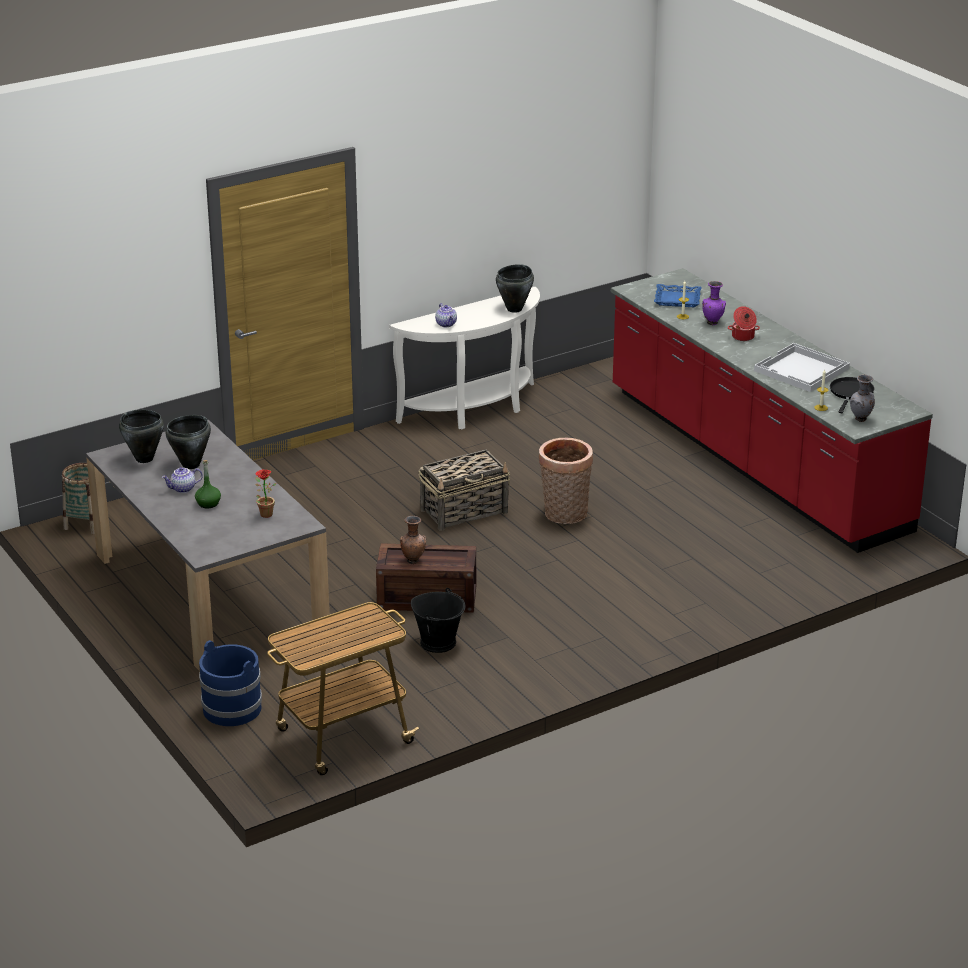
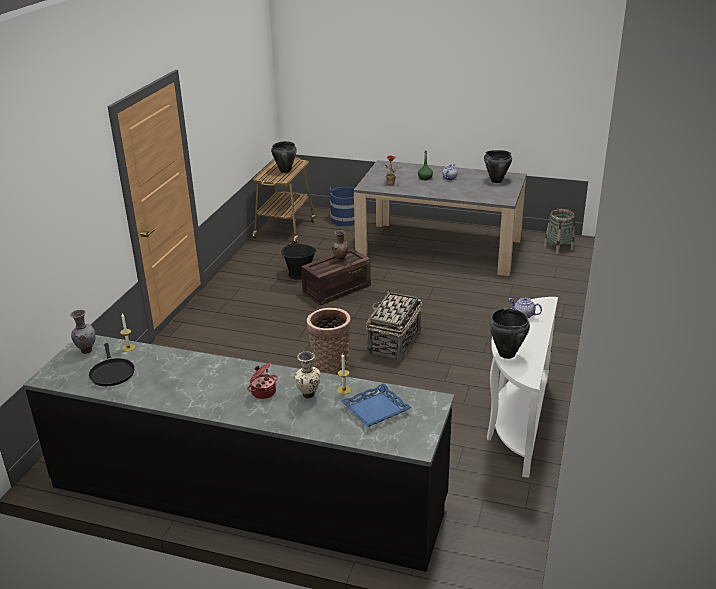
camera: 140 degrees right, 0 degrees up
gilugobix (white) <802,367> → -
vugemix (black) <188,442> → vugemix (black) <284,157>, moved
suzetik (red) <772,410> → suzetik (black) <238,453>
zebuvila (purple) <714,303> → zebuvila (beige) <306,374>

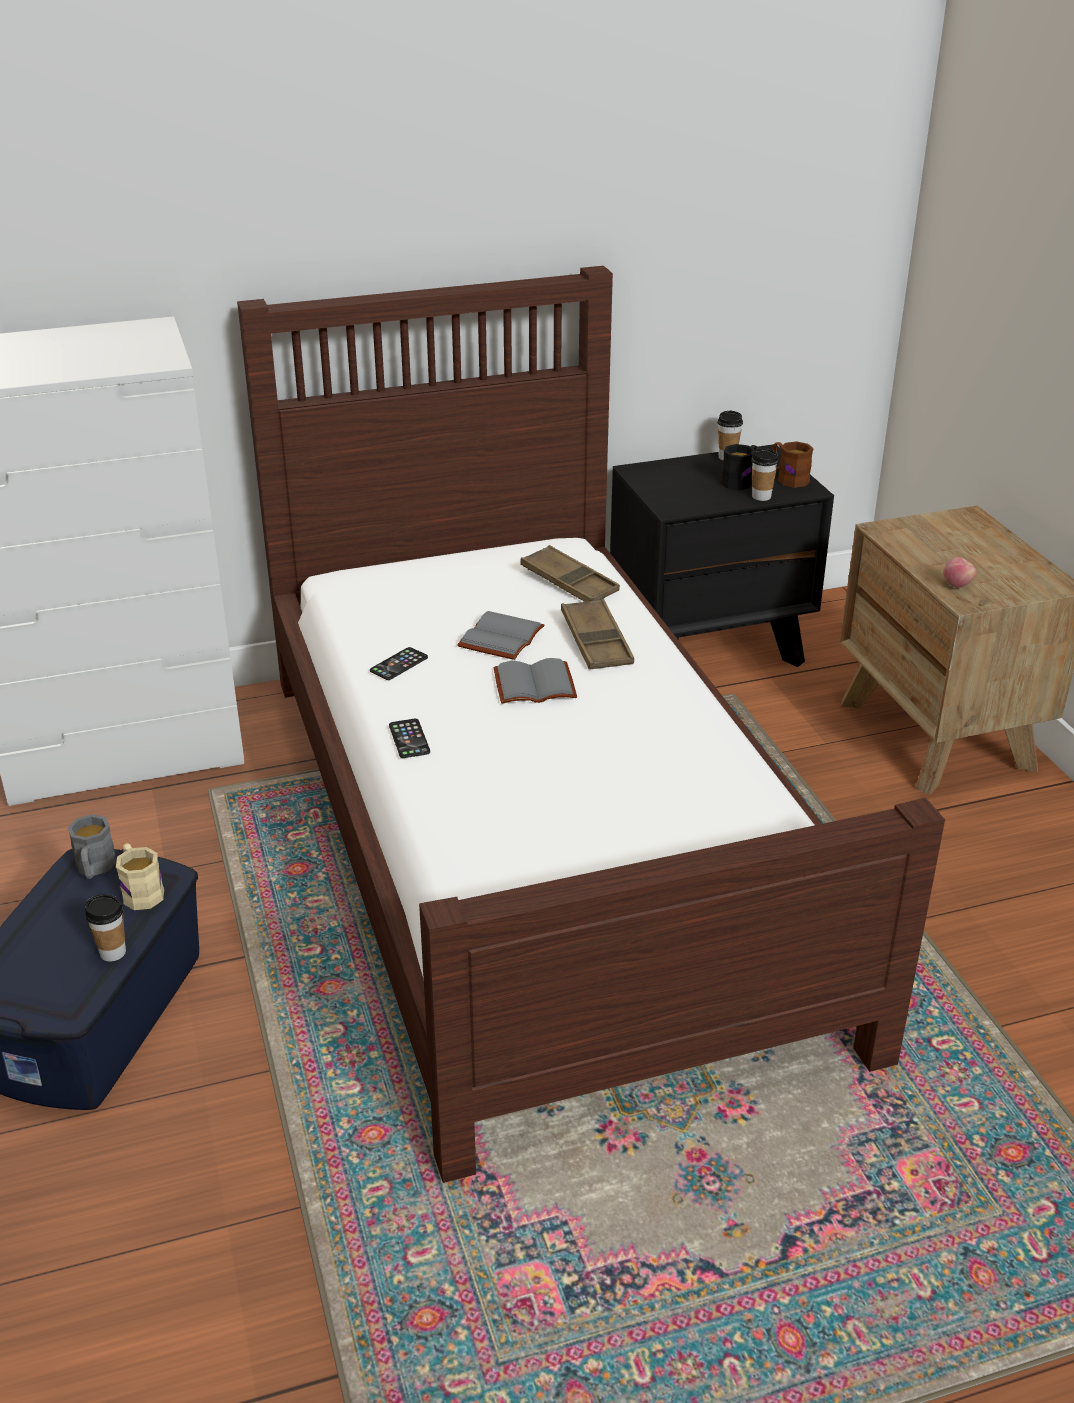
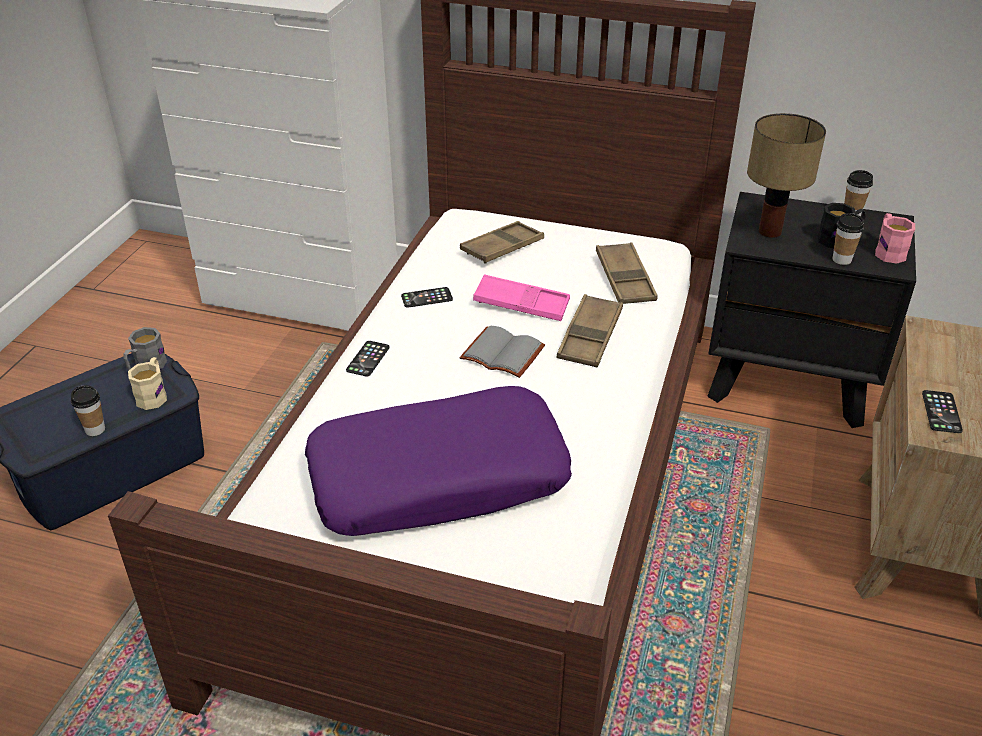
camera: 35 degrees right, 5 degrees up
- → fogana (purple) <438,461>
- → gilugobix (brown) <502,242>
- → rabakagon <786,175>
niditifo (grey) <501,635> → gilugobix (pink) <521,297>
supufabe <959,572> → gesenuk <942,411>
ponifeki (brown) <793,464> → ponifeki (pink) <895,238>

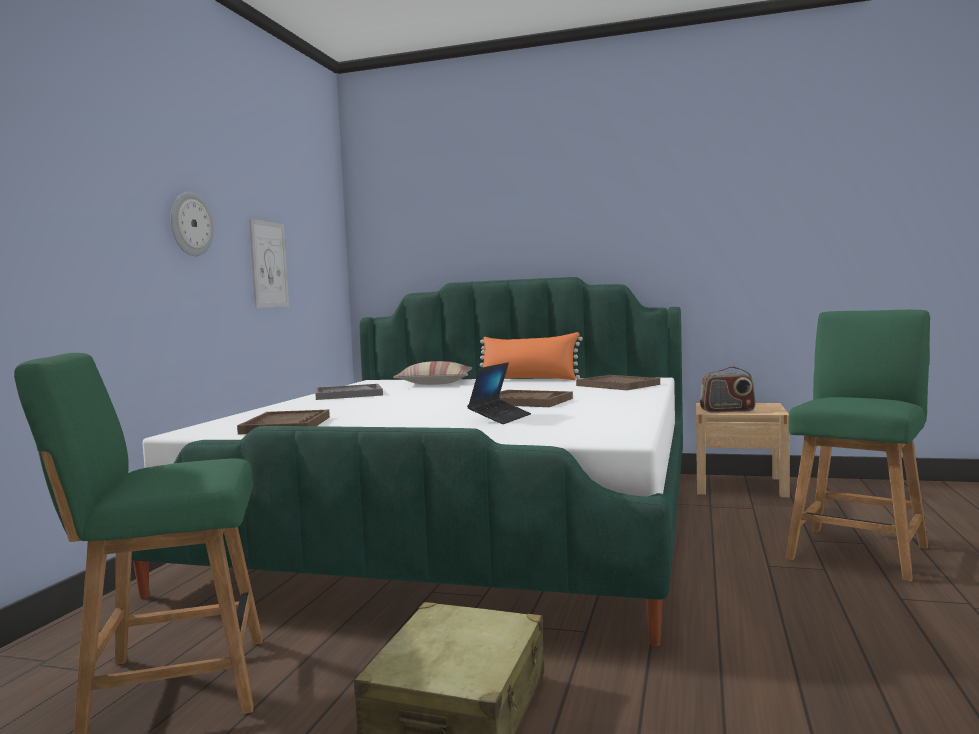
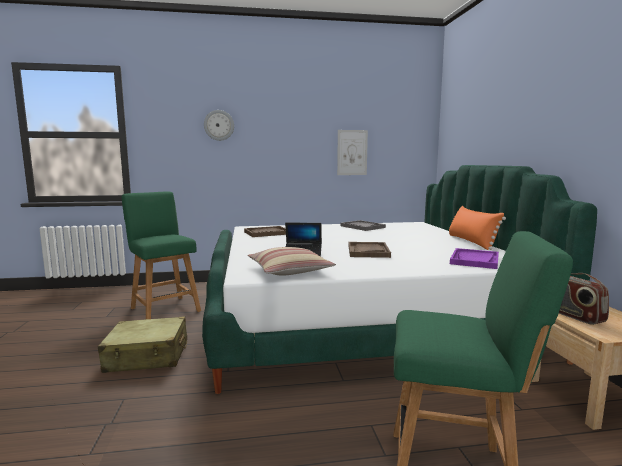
camera: 65 degrees right, 5 degrees up
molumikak <192,224> → molumikak <219,125>, moved
fogana <432,373> → fogana <292,261>, moved
gilugobix (brown) <618,382> → gilugobix (purple) <474,258>

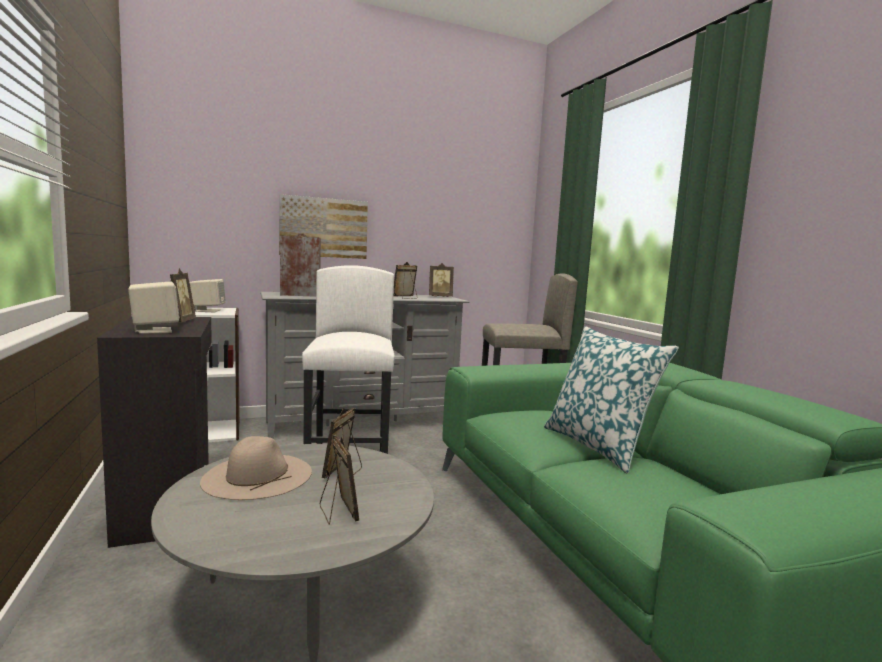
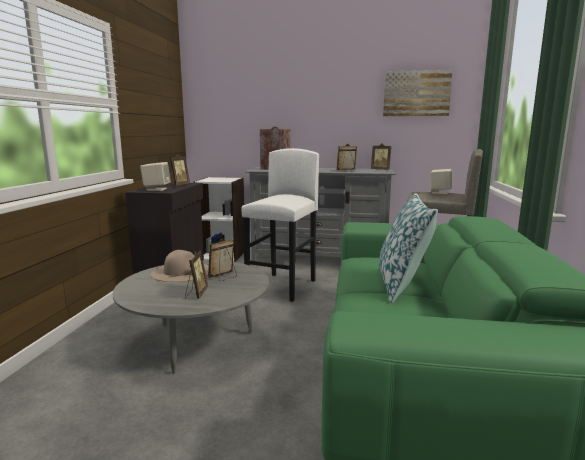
camera: 30 degrees right, 5 degrees up
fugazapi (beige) <208,295> → fugazapi (beige) <441,181>, moved
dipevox <323,226> → dipevox <418,93>, moved

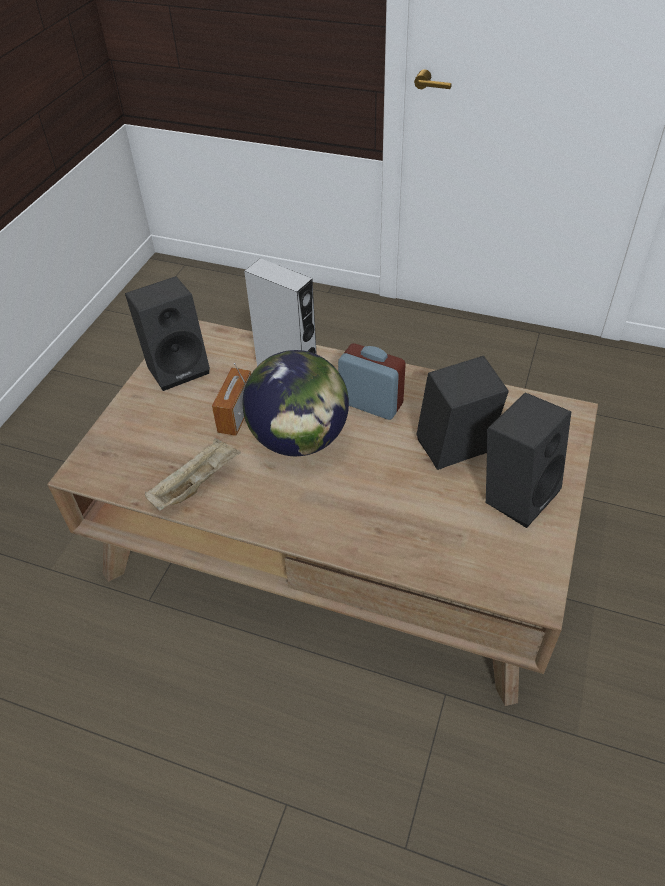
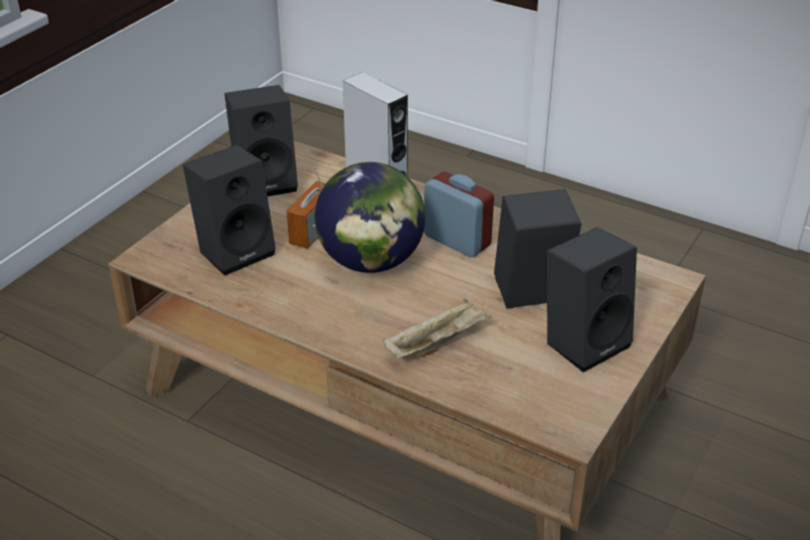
camera: 10 degrees right, 10 degrees down
- → fugazapi (black) <229,210>
gilugobix (beige) <193,474> → gilugobix (beige) <437,328>, moved

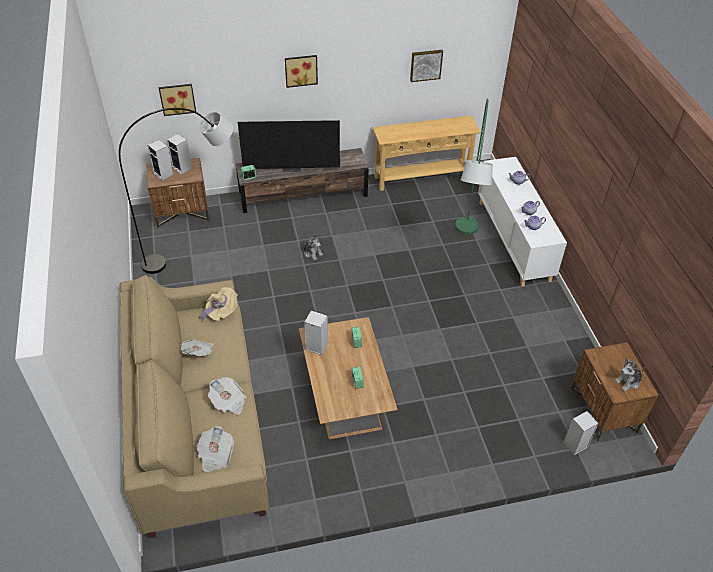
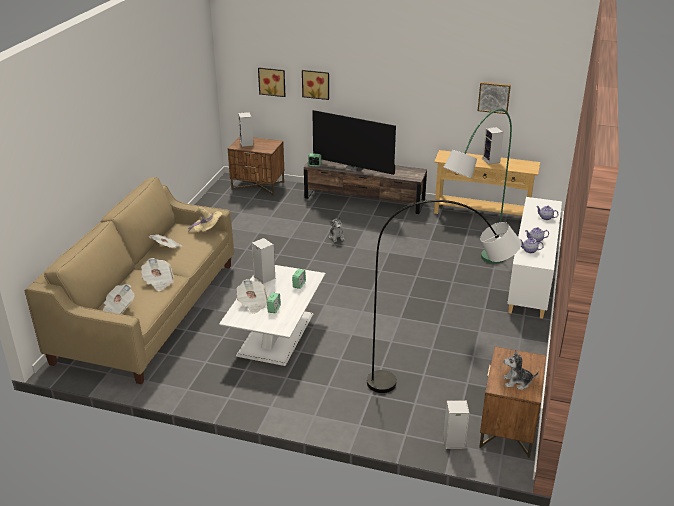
camera: 30 degrees right, 15 degrees down
- → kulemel <252,296>
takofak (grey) <176,191> → takofak (grey) <444,296>, moved
fugazapi <179,154> → fugazapi <493,146>, moved
dipevox <301,71> → dipevox <315,85>, moved
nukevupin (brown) <348,378> → nukevupin (white) <272,315>

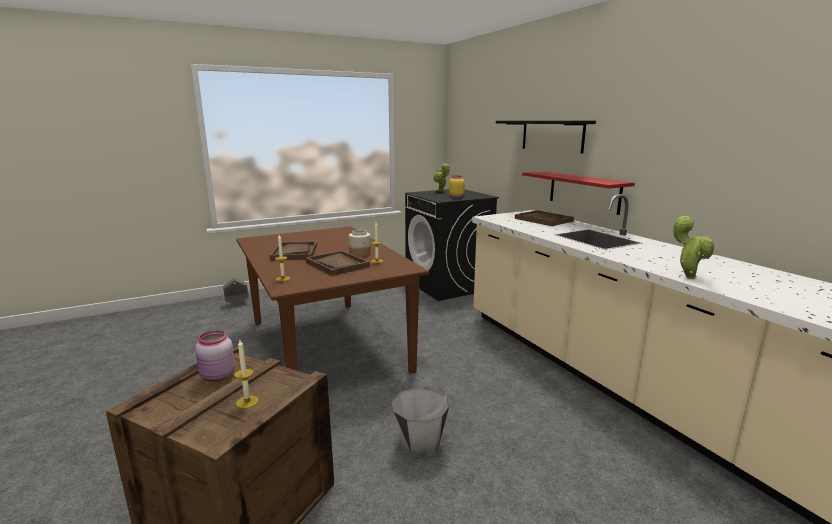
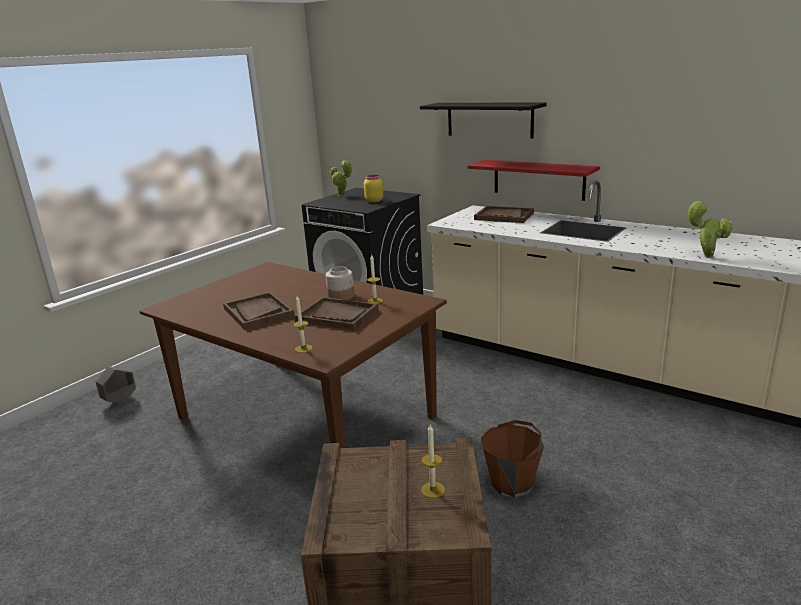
camera: 25 degrees left, 5 degrees up
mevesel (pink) <215,356> → -
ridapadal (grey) <420,421> → ridapadal (brown) <512,459>

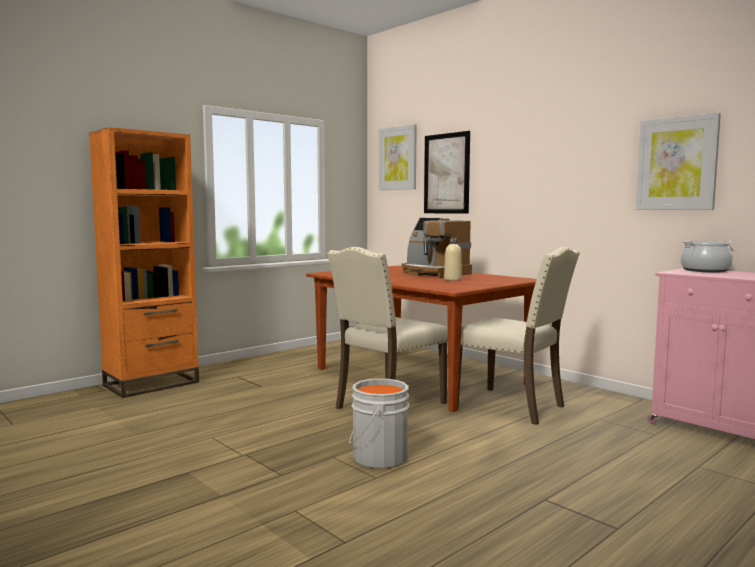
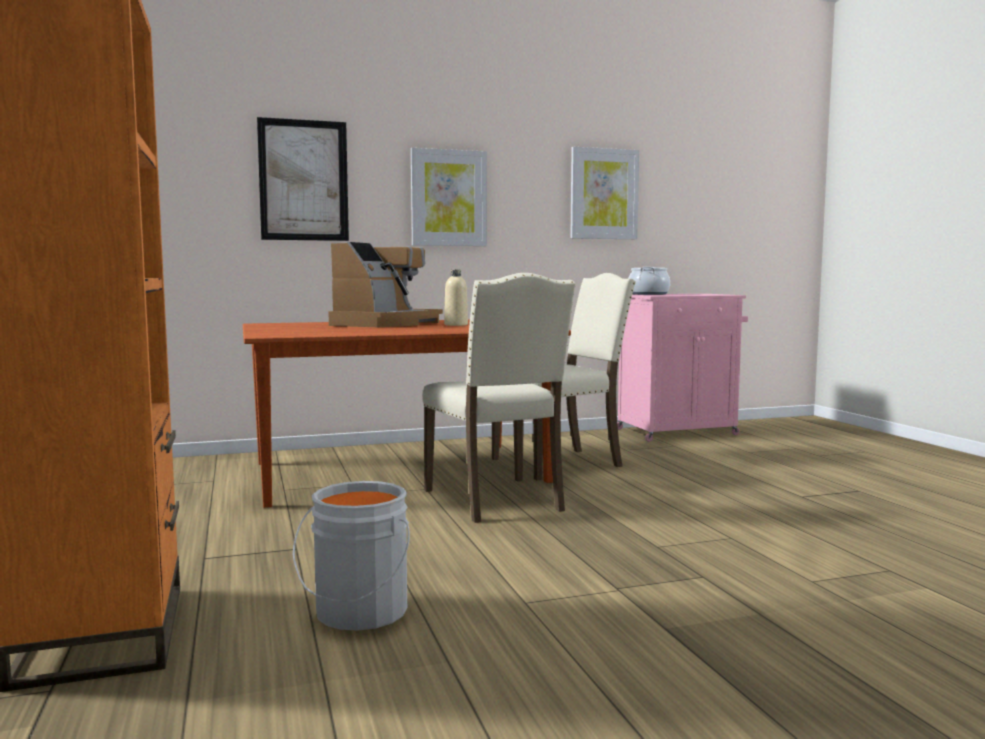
camera: 65 degrees left, 0 degrees up
ridapadal (grey) <379,423> → ridapadal (grey) <351,556>, moved
dipevox <398,157> → dipevox <449,197>, moved
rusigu <437,248> → rusigu <385,284>, 45 degrees counterclockwise

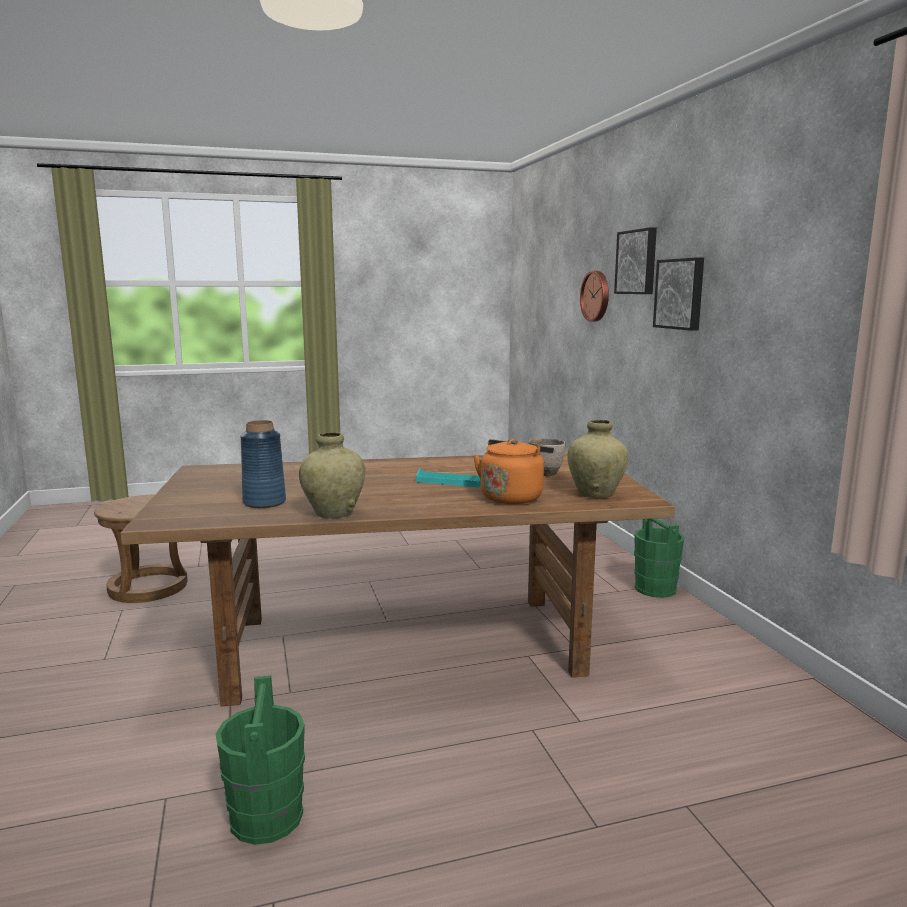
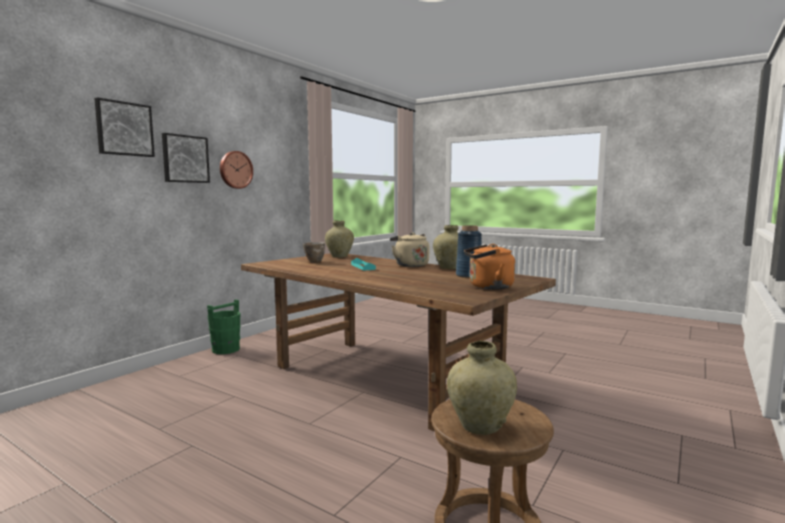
camera: 130 degrees left, 5 degrees down
ridapadal (green) <260,760> → -
- → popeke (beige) <409,249>
- → zebuvila (beige) <482,388>
popeke (orange) <513,471> → popeke (orange) <489,267>, moved
molumikak <594,296> → molumikak <236,170>, moved

